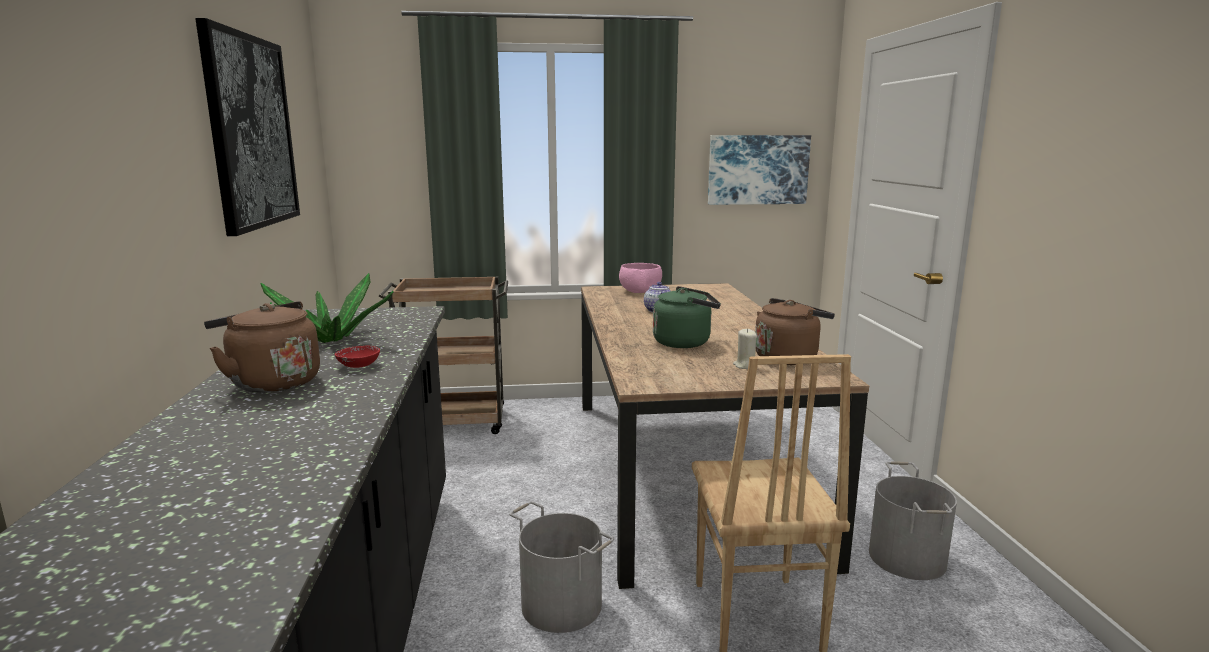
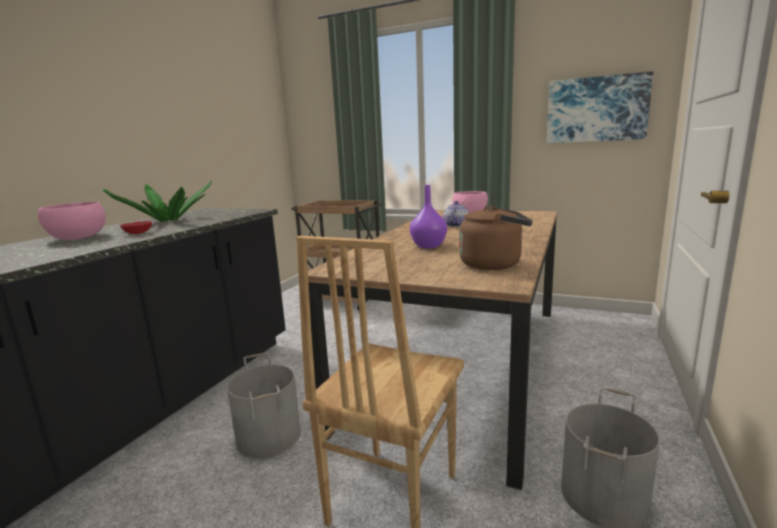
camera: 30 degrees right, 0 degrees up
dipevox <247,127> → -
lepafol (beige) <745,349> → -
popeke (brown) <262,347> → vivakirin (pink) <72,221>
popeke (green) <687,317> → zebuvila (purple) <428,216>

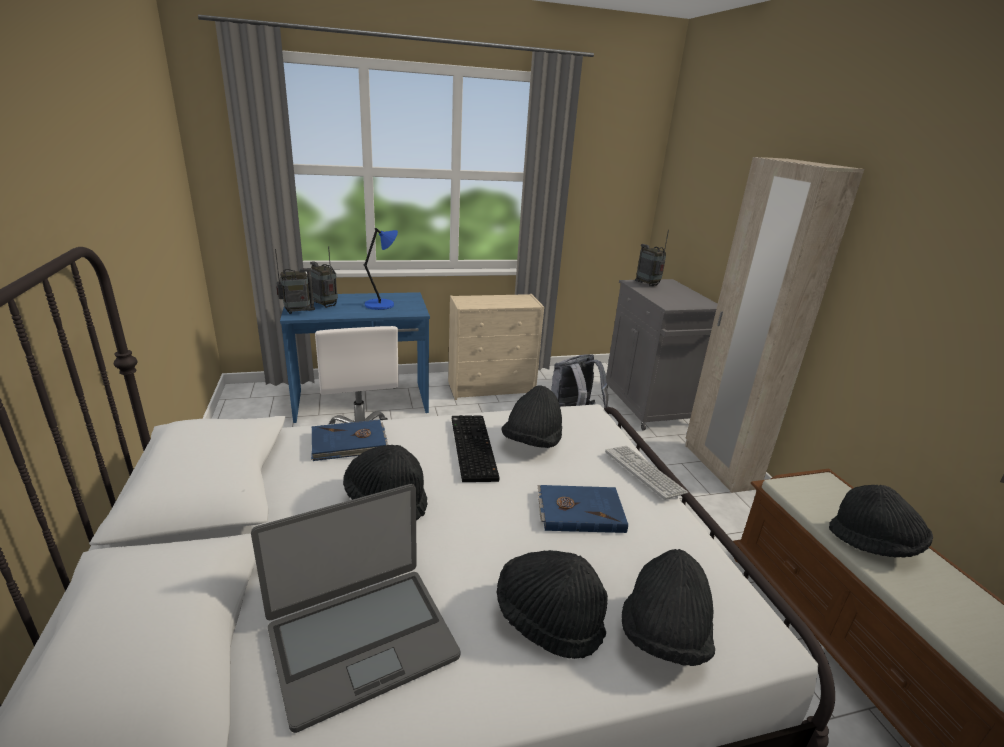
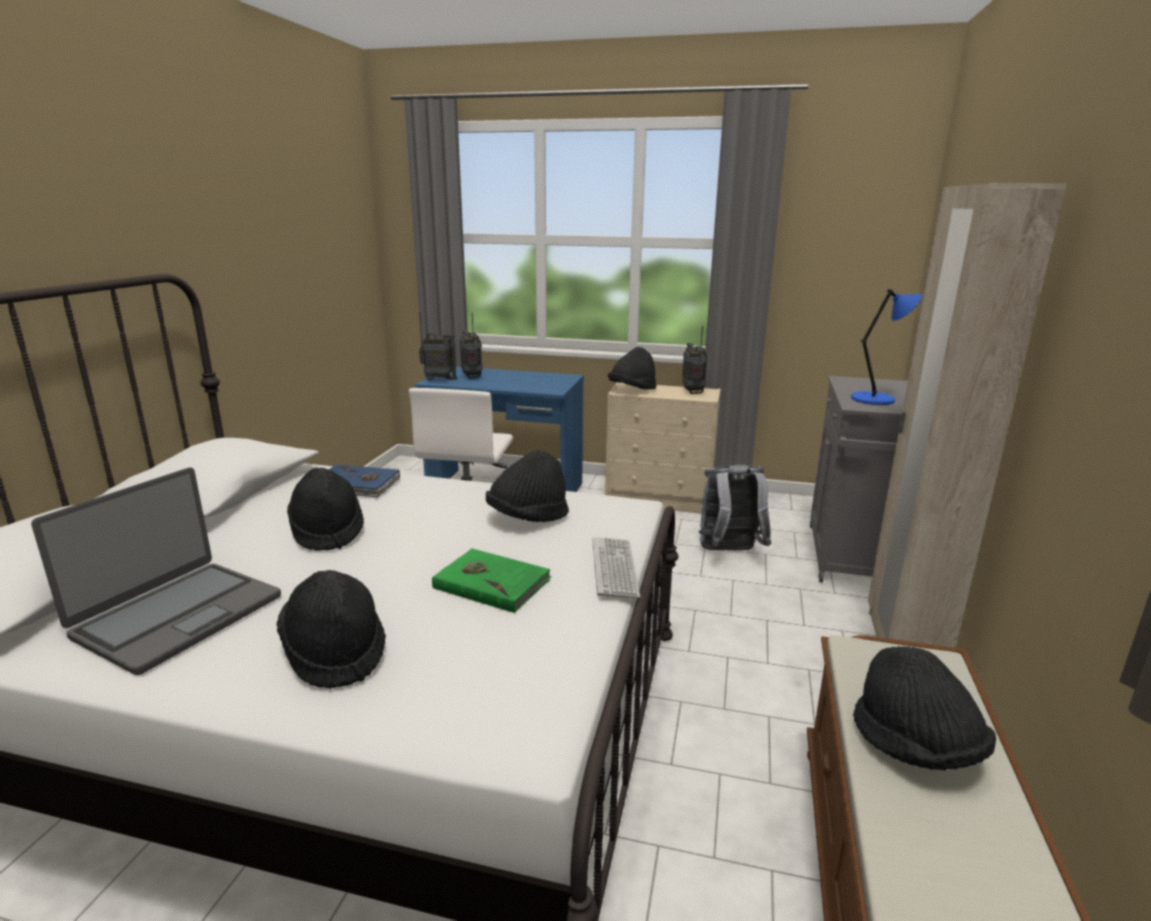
camera: 30 degrees right, 5 degrees down
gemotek <476,448> → -
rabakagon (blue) <381,269> → rabakagon (blue) <886,347>, moved
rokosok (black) <668,607> → rokosok (black) <632,368>, moved
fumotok <652,258> → fumotok <695,359>, moved
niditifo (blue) <583,509> → niditifo (green) <492,580>
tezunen <355,608> → tezunen <156,571>, 60 degrees counterclockwise

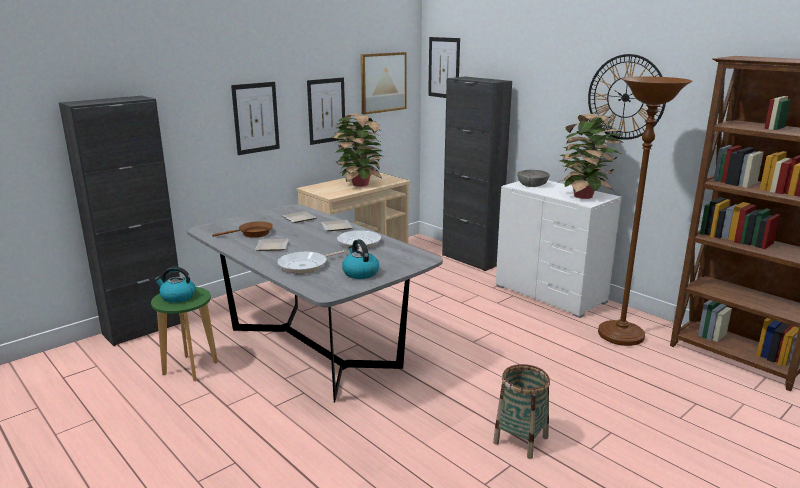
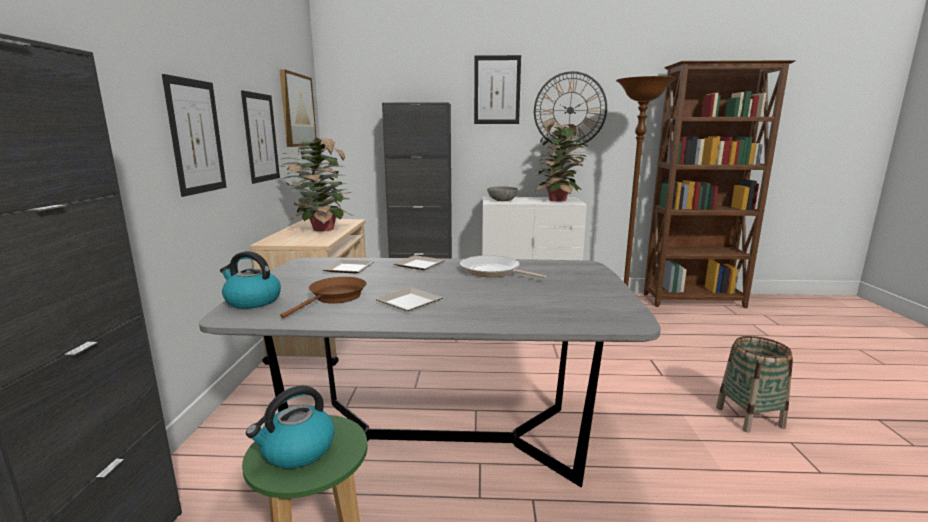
camera: 45 degrees left, 5 degrees down
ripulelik <312,261> → -
popeke <360,259> → popeke <250,280>, moved
dipevox <444,67> → dipevox <497,89>, moved

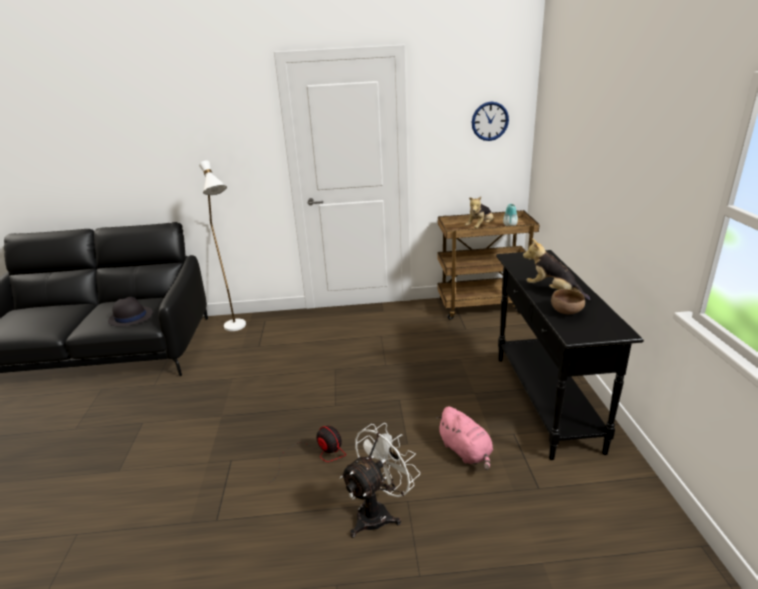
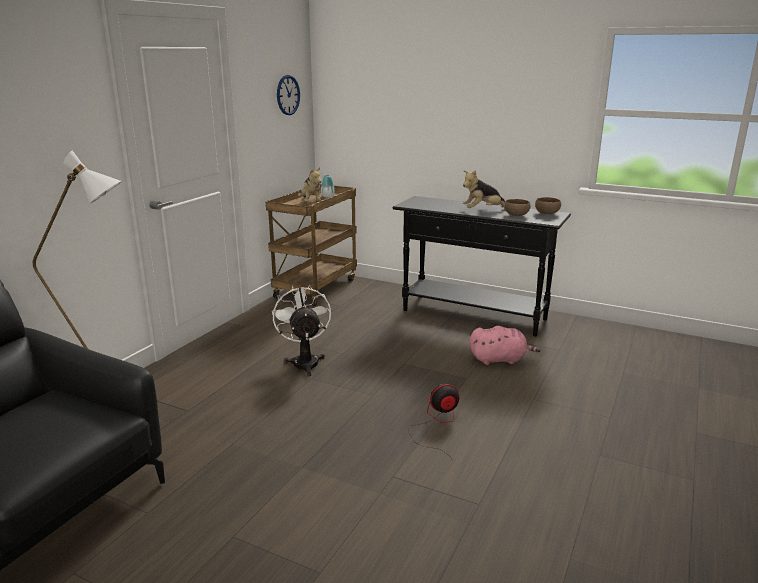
camera: 60 degrees left, 5 degrees down
rokosok (black) <130,312> → -
- → vivakirin (brown) <548,205>
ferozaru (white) <380,480> → ferozaru (white) <301,330>, moved

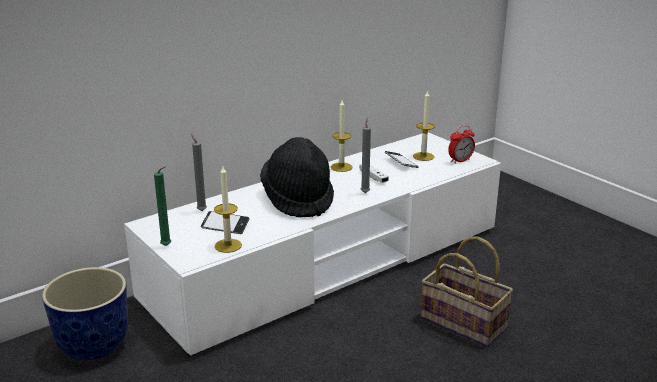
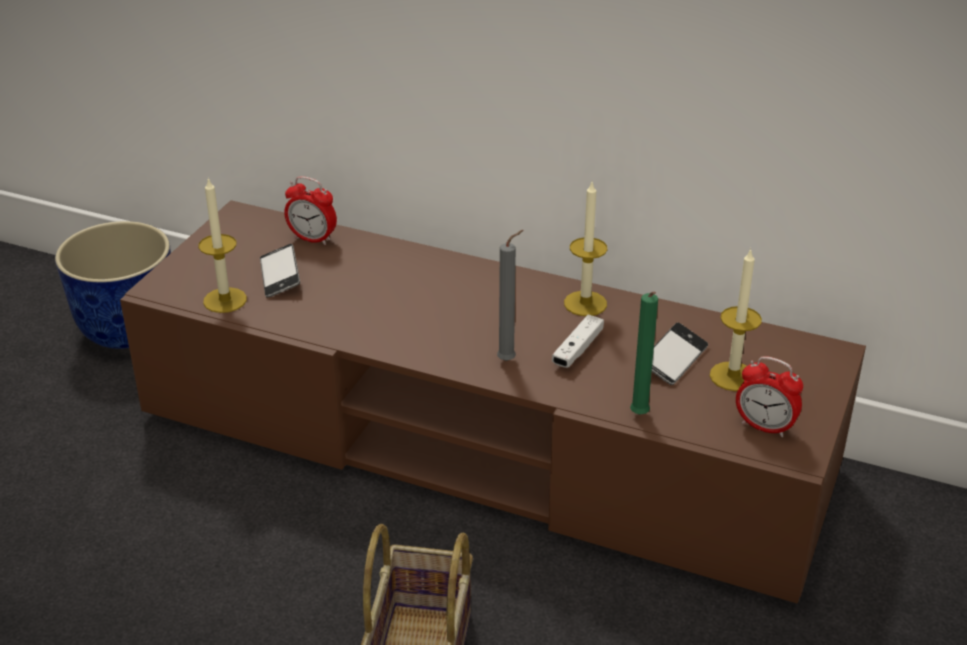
camera: 60 degrees right, 10 degrees up
rokosok (black) <297,177> → -
lepafol (green) <162,206> → lepafol (green) <644,353>, moved
lepafol (grey) <199,172> → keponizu <310,210>
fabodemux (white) <312,244> → fabodemux (brown) <493,402>

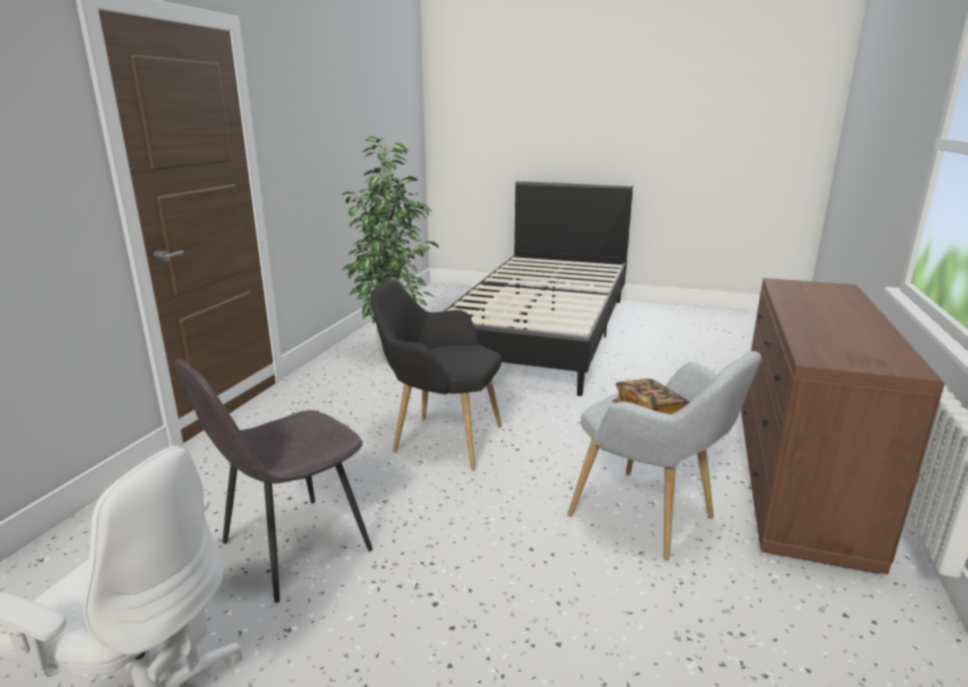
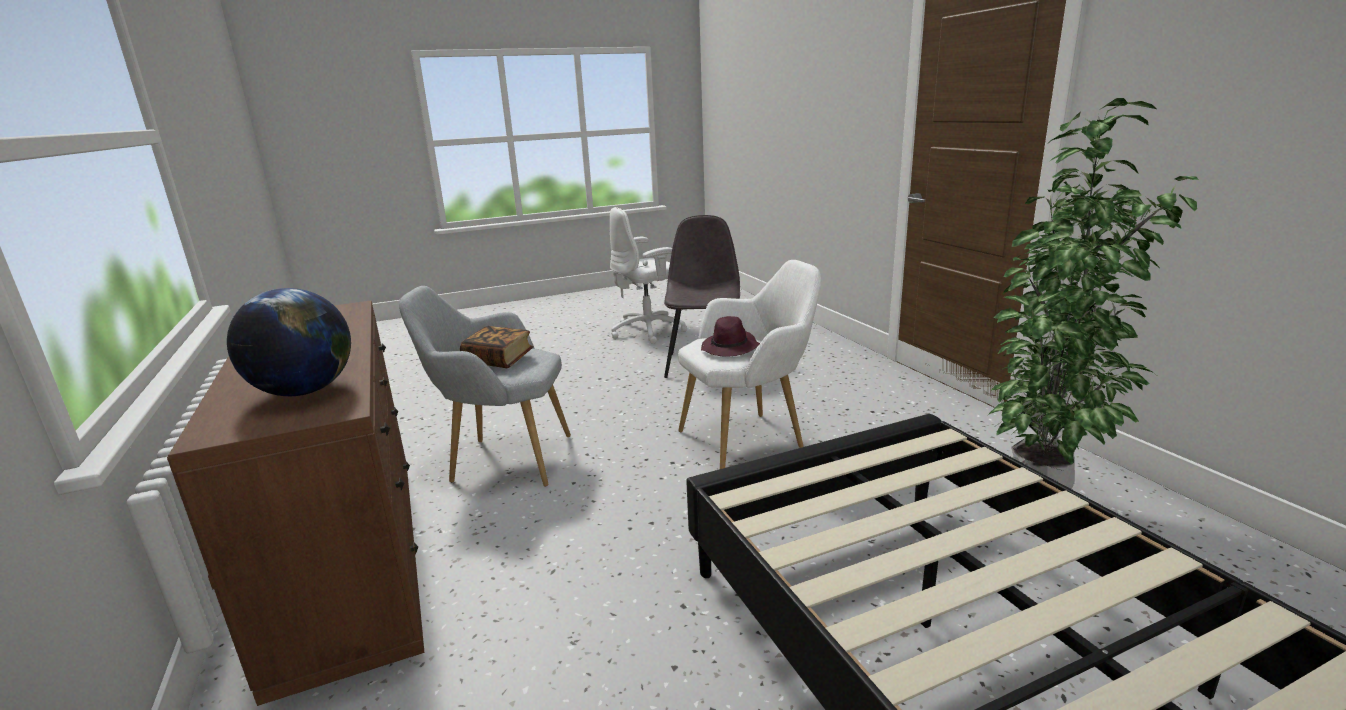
camera: 140 degrees right, 0 degrees up
- → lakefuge <289,342>
- → rokosok (purple) <730,336>
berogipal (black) <436,375> → berogipal (white) <749,364>

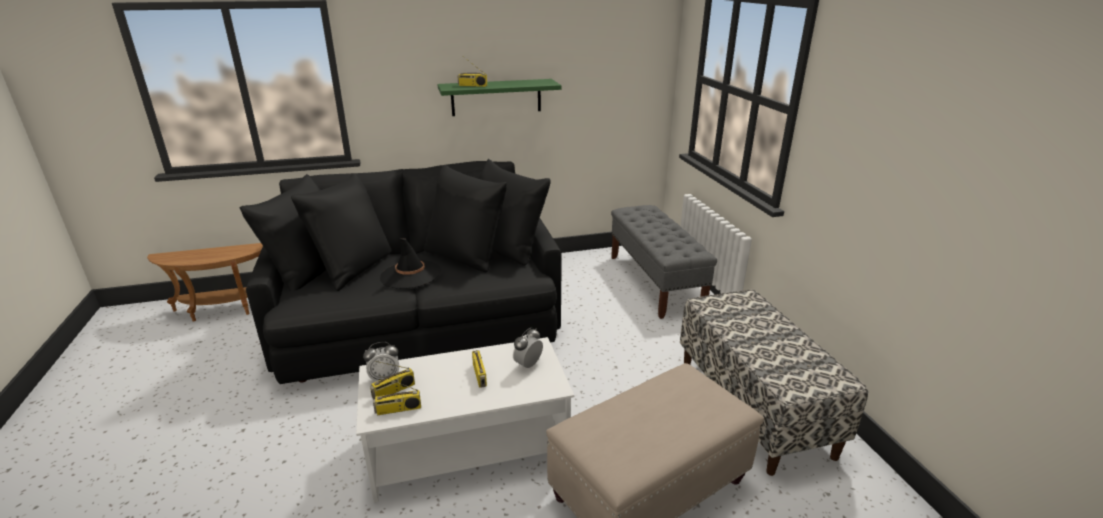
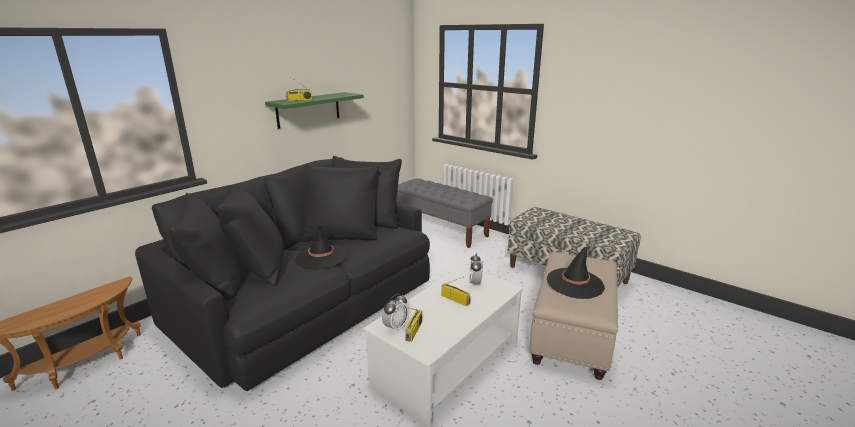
camera: 35 degrees left, 5 degrees down
fumotok <397,395> → -
- → rokosok (black) <576,273>

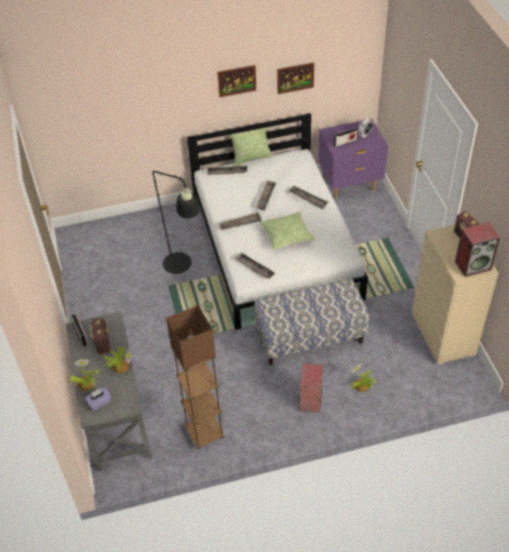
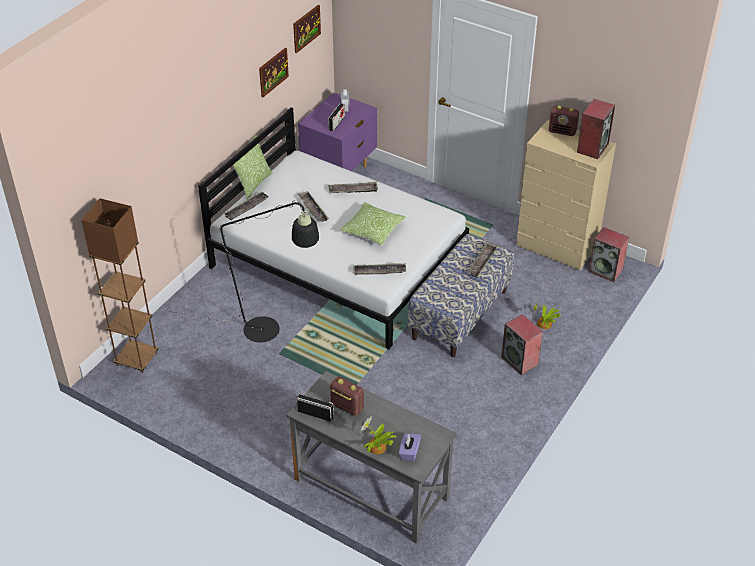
camera: 45 degrees left, 5 degrees down
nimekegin <117,360> → -
- → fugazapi <609,254>
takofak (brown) <195,377> → takofak (brown) <119,285>, moved
dipevox <236,81> → dipevox <307,29>, moved
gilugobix <240,221> → gilugobix <482,260>, moved

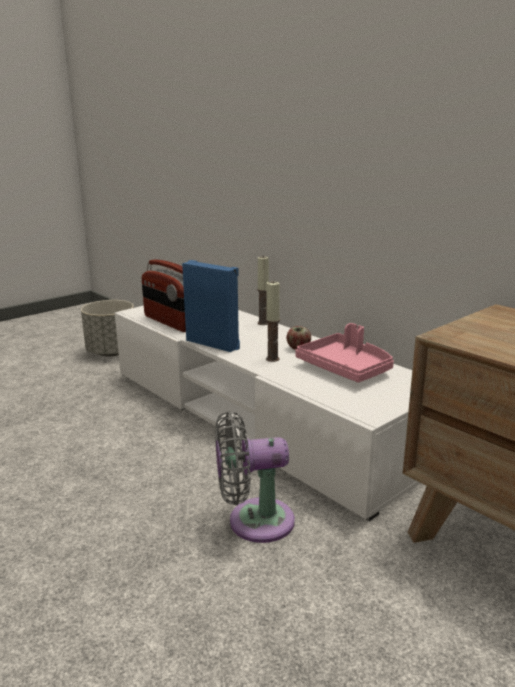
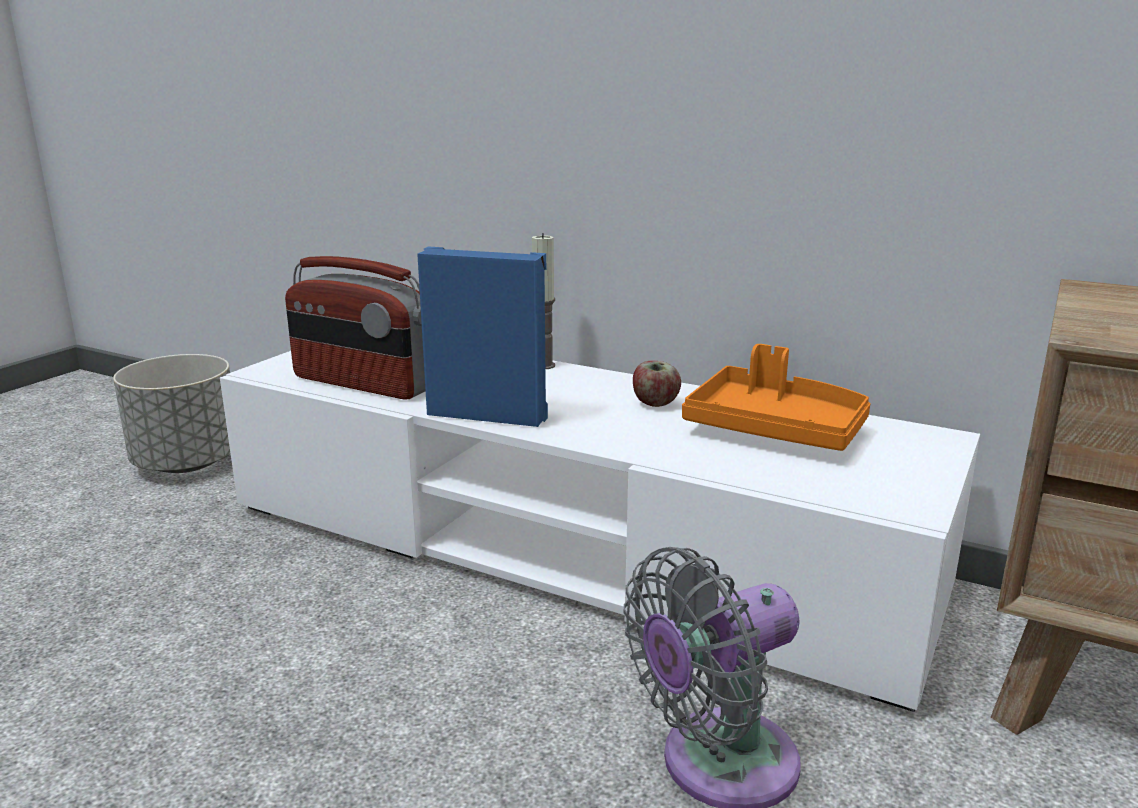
camera: 20 degrees left, 0 degrees up
lepafol <273,321> → -
gilugobix (pink) <344,352> → gilugobix (orange) <776,397>

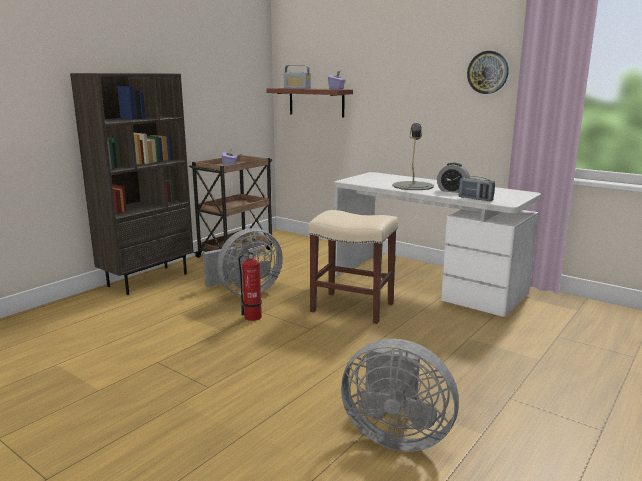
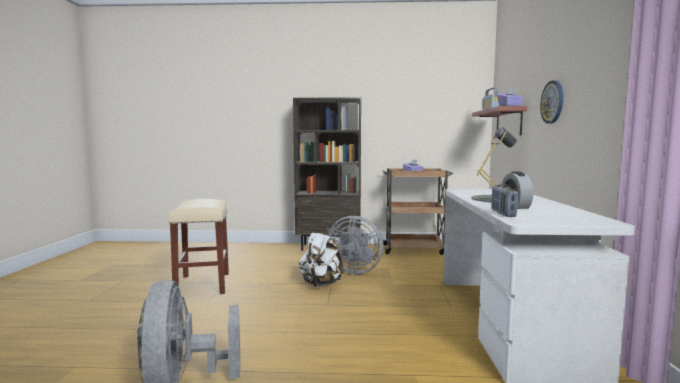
camera: 55 degrees right, 10 degrees down
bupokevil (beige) <353,267> → bupokevil (beige) <198,246>, moved
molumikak <488,72> → molumikak <551,102>, moved
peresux <253,282> → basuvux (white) <321,257>

